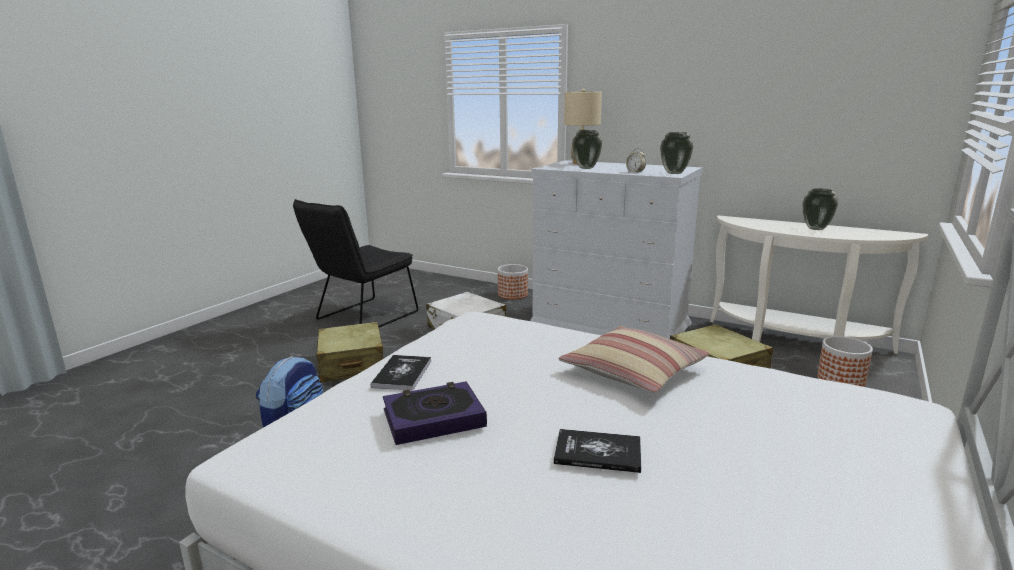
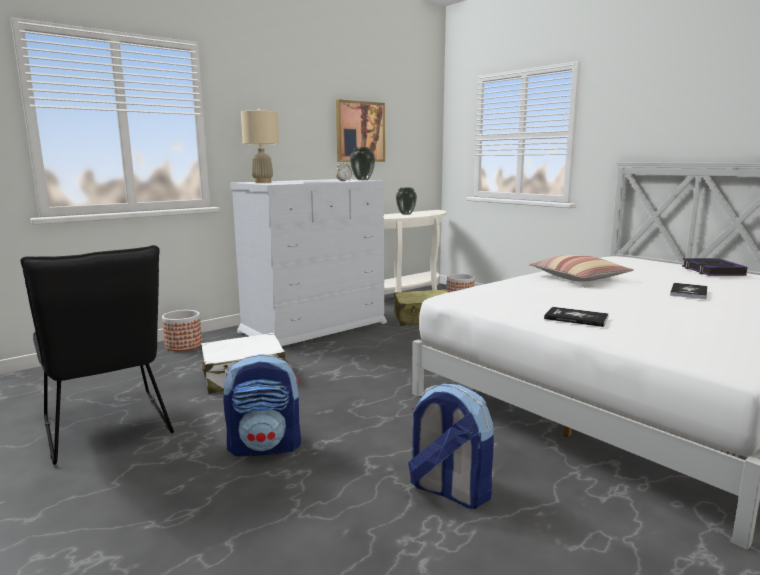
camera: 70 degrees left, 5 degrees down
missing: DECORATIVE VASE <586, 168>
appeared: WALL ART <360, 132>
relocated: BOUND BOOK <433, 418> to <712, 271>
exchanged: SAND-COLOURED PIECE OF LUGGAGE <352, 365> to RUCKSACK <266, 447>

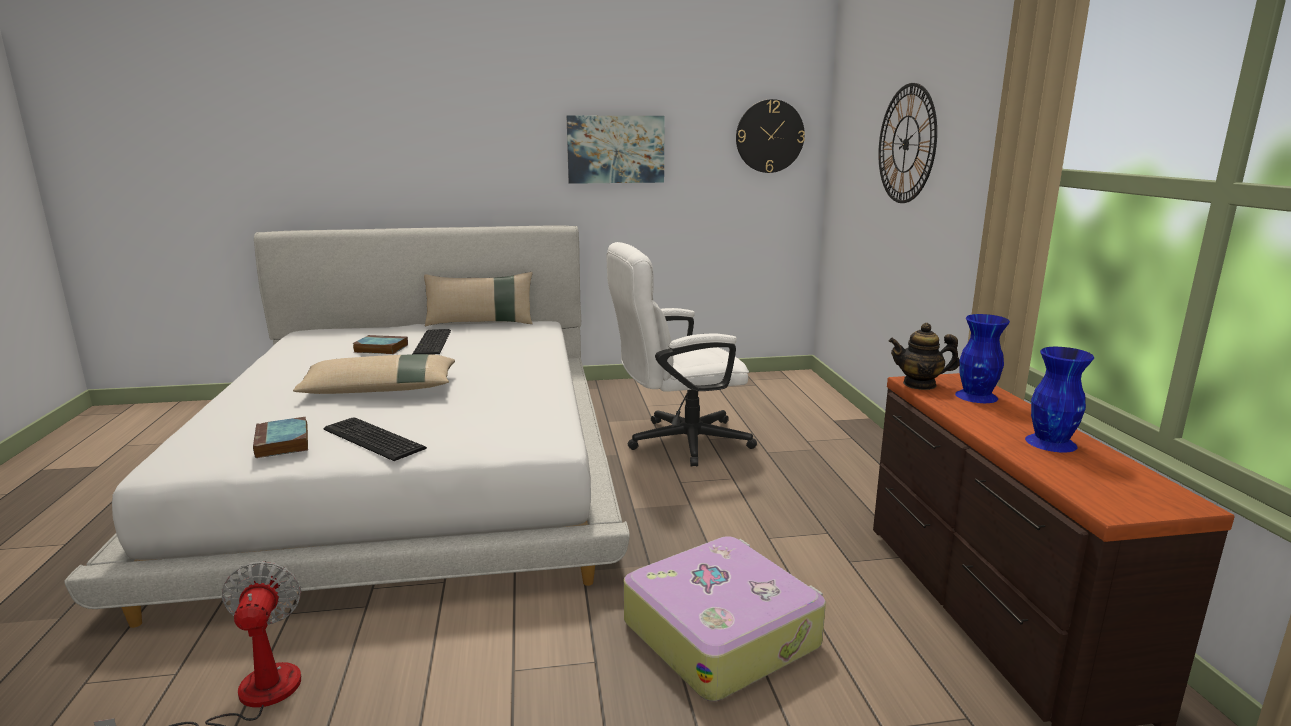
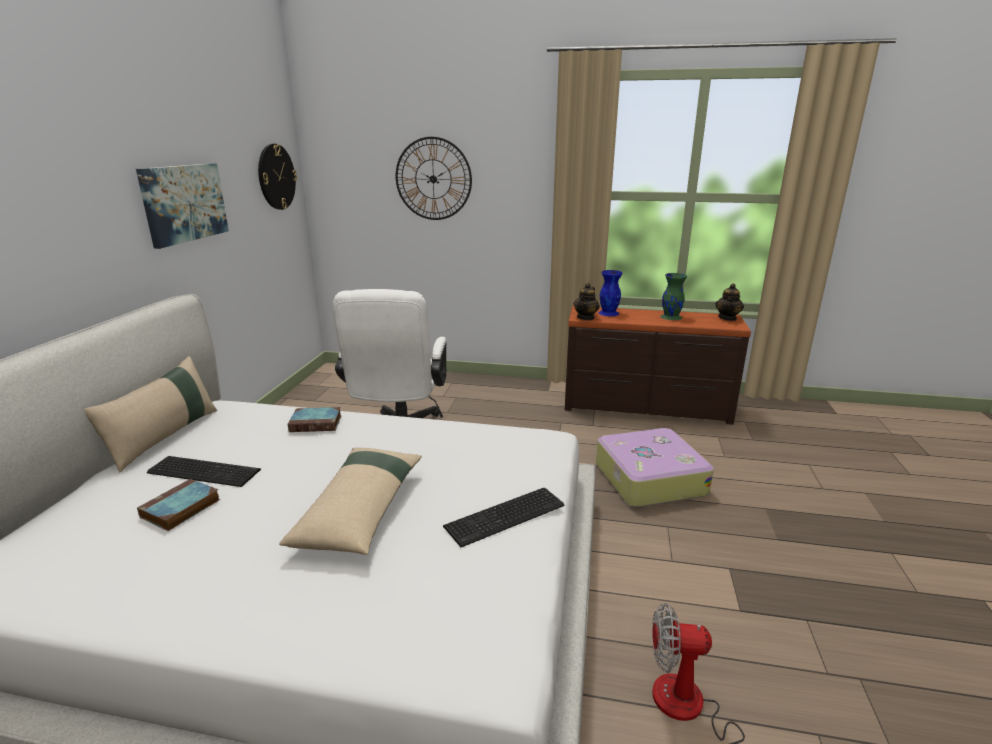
camera: 70 degrees left, 5 degrees up
appeared: TEA POT <727, 318>
relocated: BOUND BOOK <283, 443> to <317, 423>
colour: BLUE-COLOURED DECORATIVE VASE <1052, 443> to GREEN DECORATIVE VASE <671, 317>

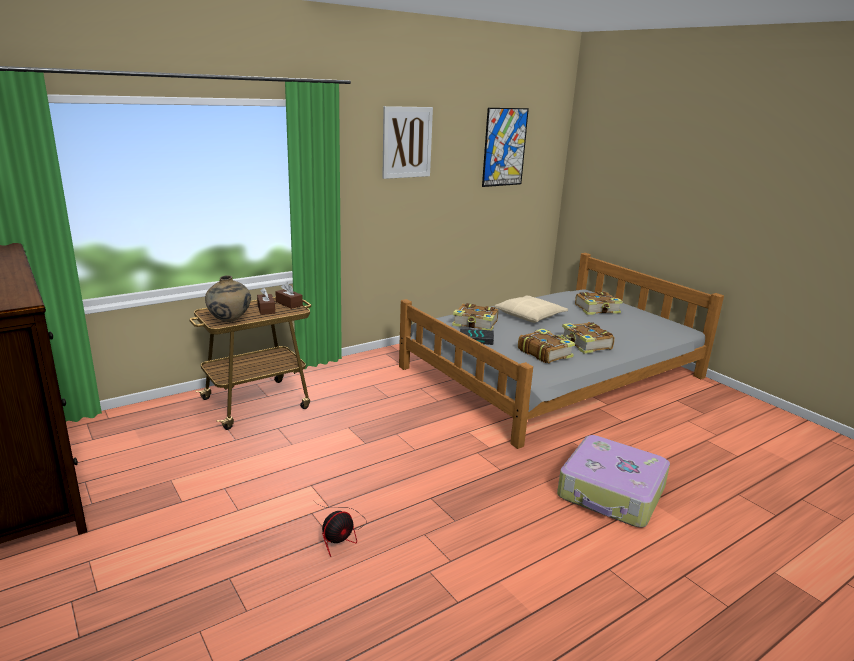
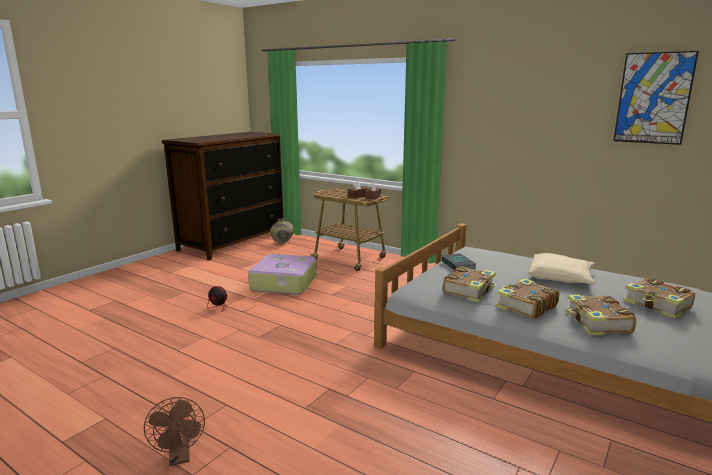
camera: 70 degrees right, 5 degrees down
missing: WALL ART <407, 142>
appeared: BROWNISH COOLING FAN <180, 457>
relocated: PIECE OF LUGGAGE <611, 493> to <283, 283>; SAND-COLOURED DECORATIVE VASE <230, 321> to <282, 243>; BOUND BOOK <476, 324> to <597, 323>

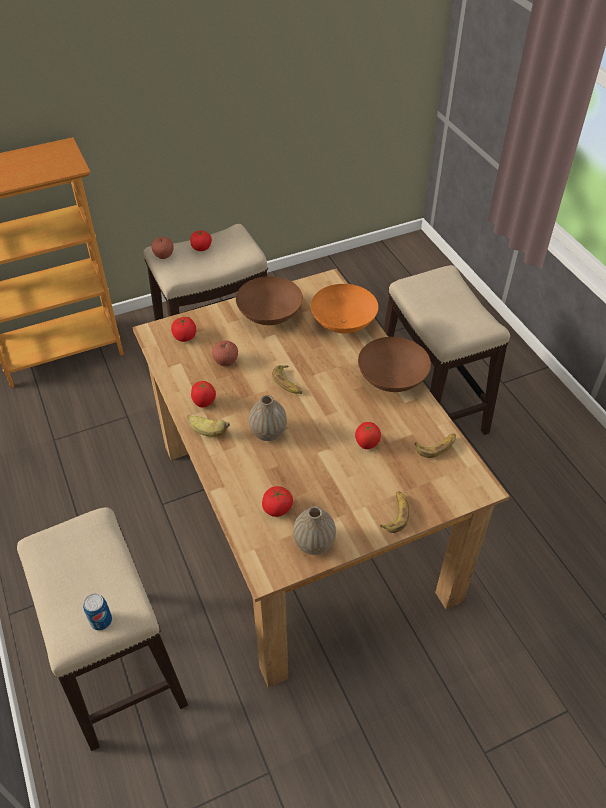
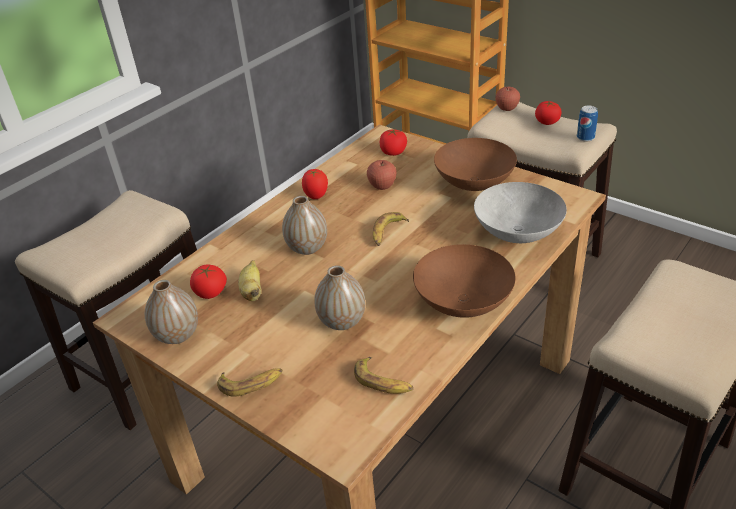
camera: 65 degrees right, 10 degrees down
relocated: BANANA <207, 432> to <252, 291>; METAL CAN <101, 621> to <585, 137>
exchanged: TOMATO <366, 445> to DECORATIVE VASE <342, 321>
colour: ORANGE SERVING BOWL <343, 323> to GREY SERVING BOWL <518, 233>

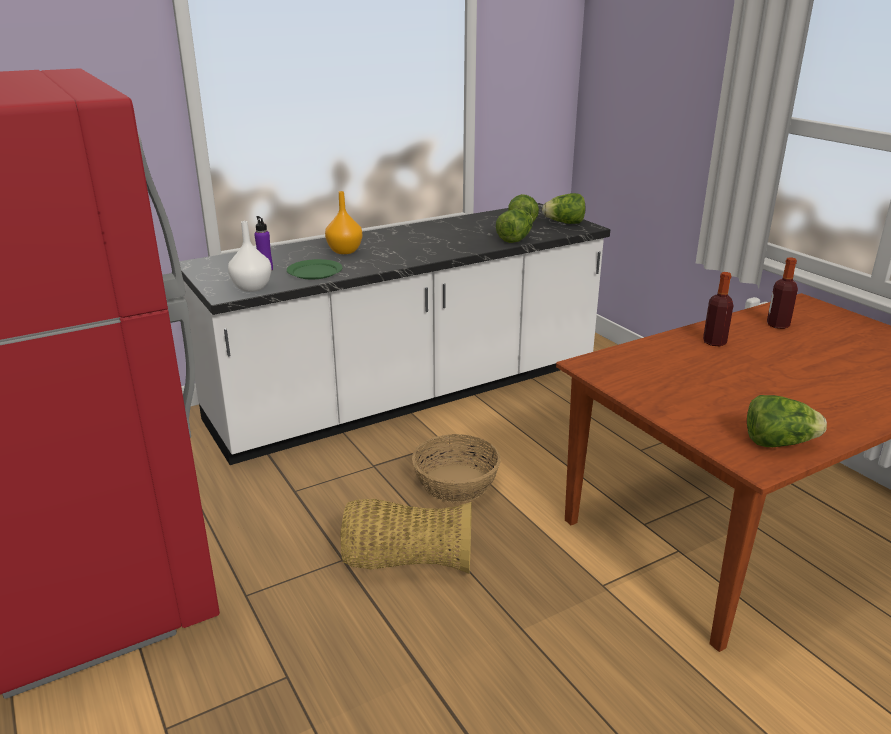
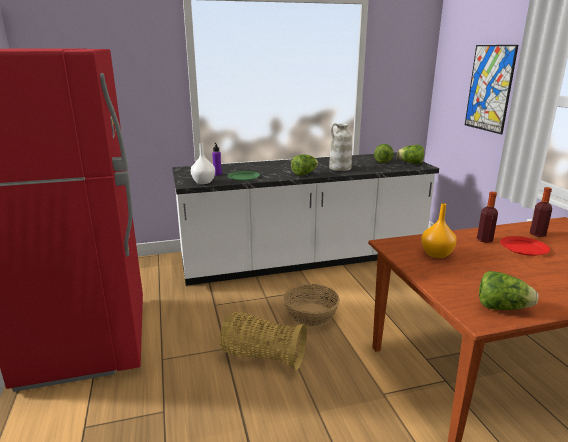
camera: 15 degrees right, 5 degrees down
appeared: WHITE-COLOURED DECORATIVE VASE <340, 168>; WALL ART <489, 88>; RED FLAT DISH <524, 248>
relocated: LETTUCE HEAD <515, 239> to <304, 174>; ORANGE DECORATIVE VASE <345, 251> to <437, 254>

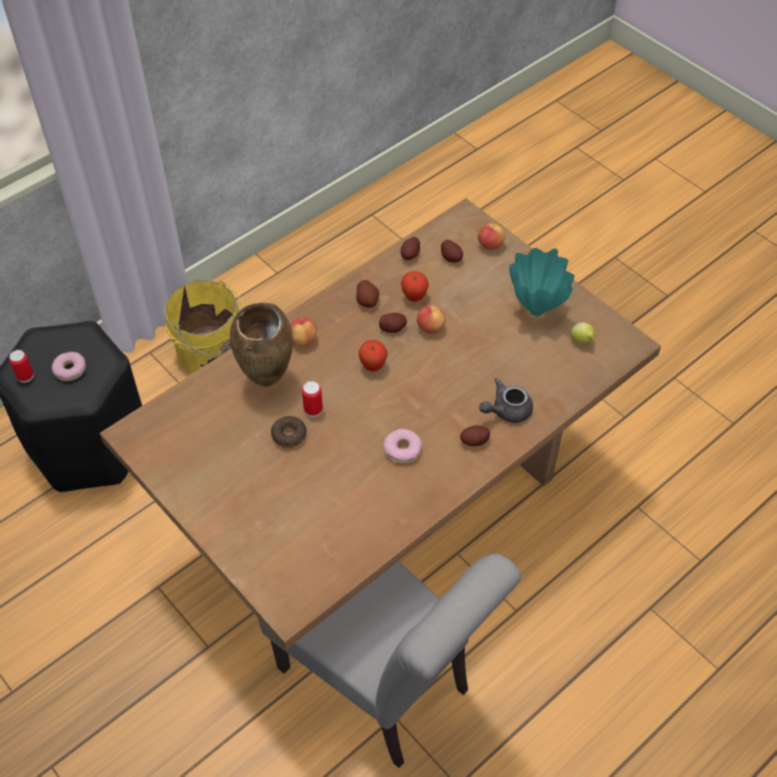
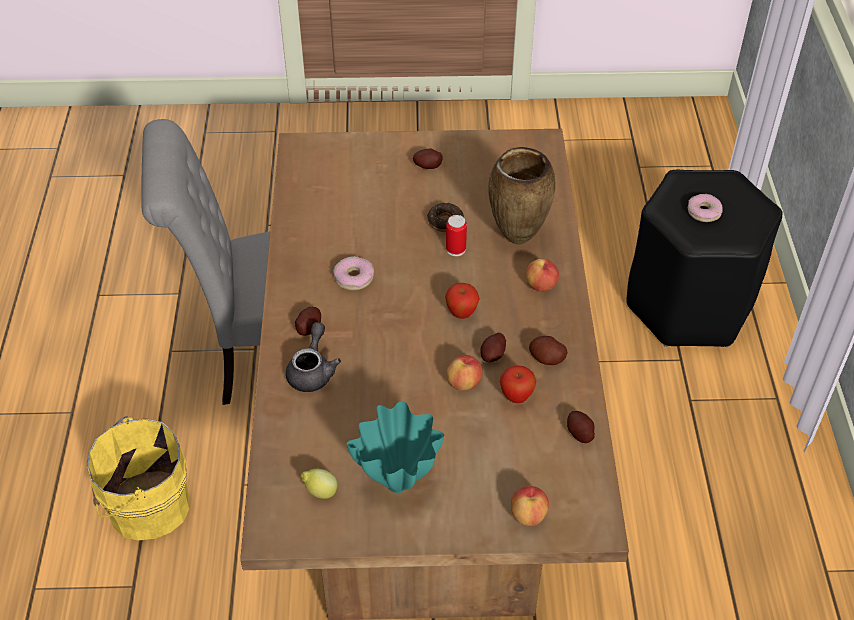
camera: 130 degrees right, 5 degrees down
missing: METAL CAN <25, 376>
relocated: YELLOW-COLOURED WATER BUCKET <211, 352> to <145, 505>; SPUD <451, 257> to <427, 166>

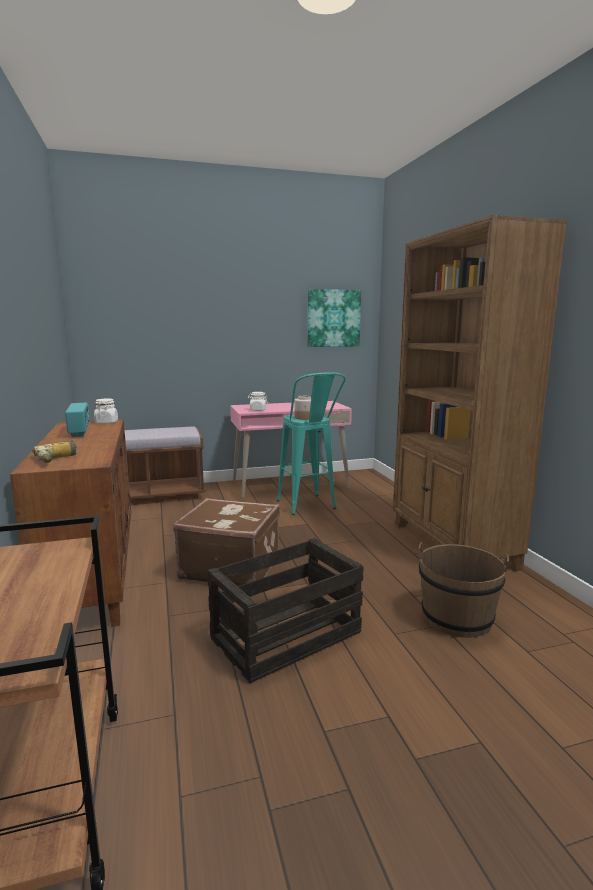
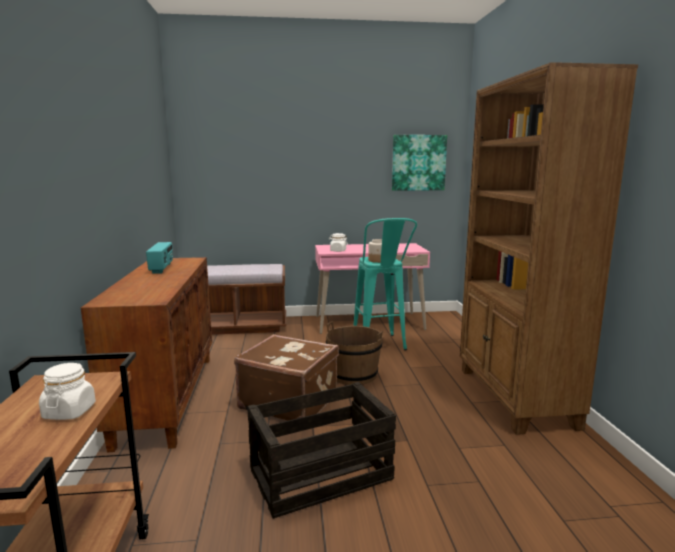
camera: 10 degrees right, 0 degrees up
missing: ELECTRIC DRILL <59, 457>
relocated: WHITE-COLOURED JAR <106, 422> to <69, 411>; BROWNISH WATER BUCKET <457, 617> to <353, 375>

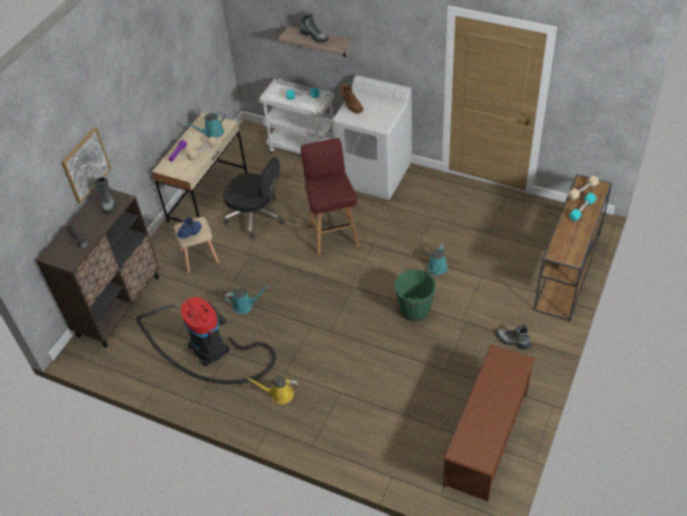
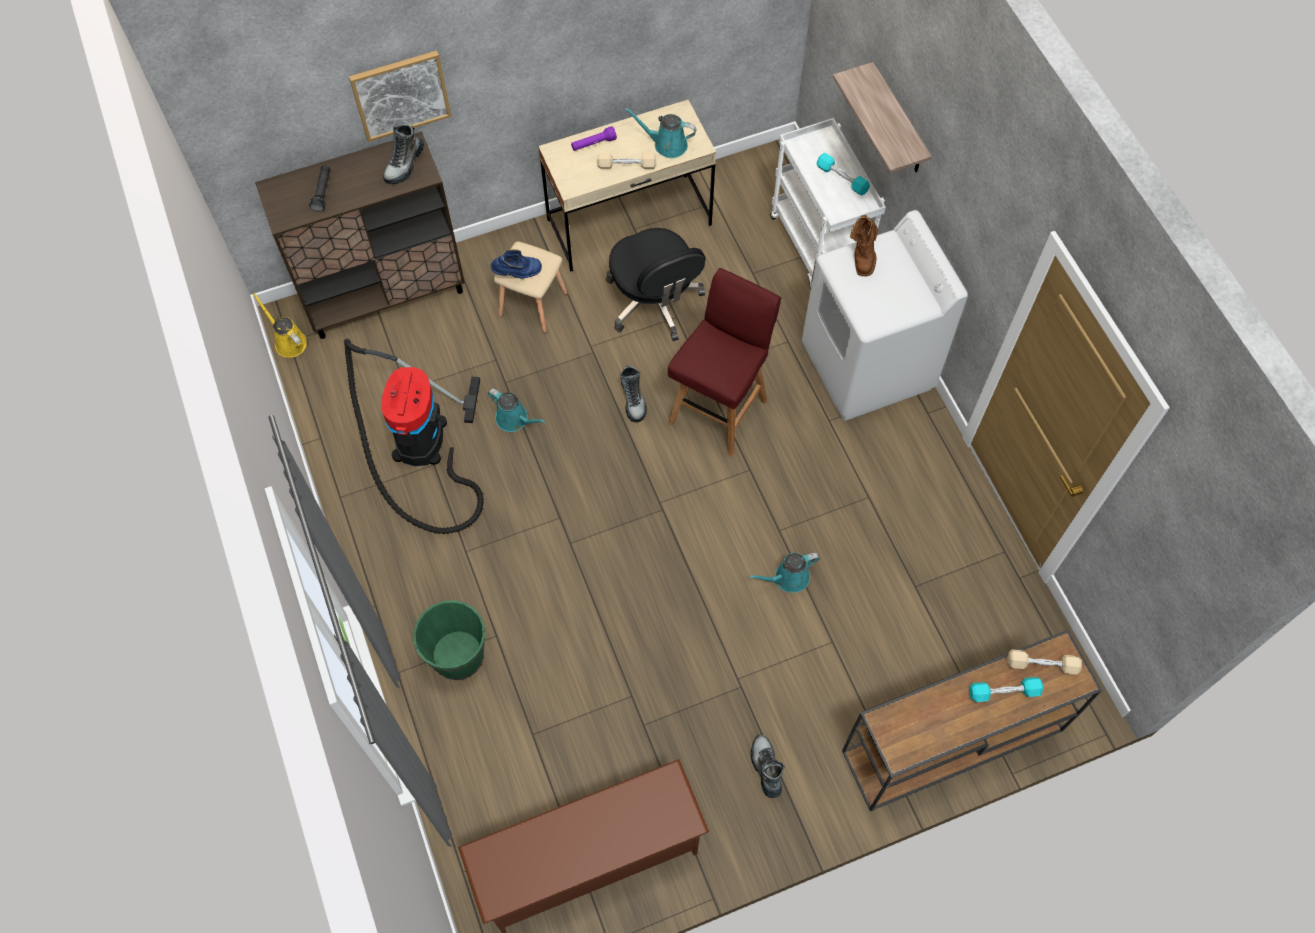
camera: 40 degrees right, 15 degrees up
relocated: YELLOW-COLOURED SPRINKLING CAN <279, 394> to <288, 341>; GREEN WATER BUCKET <414, 309> to <458, 656>; HIGH-TOP BOOT <314, 37> to <633, 400>

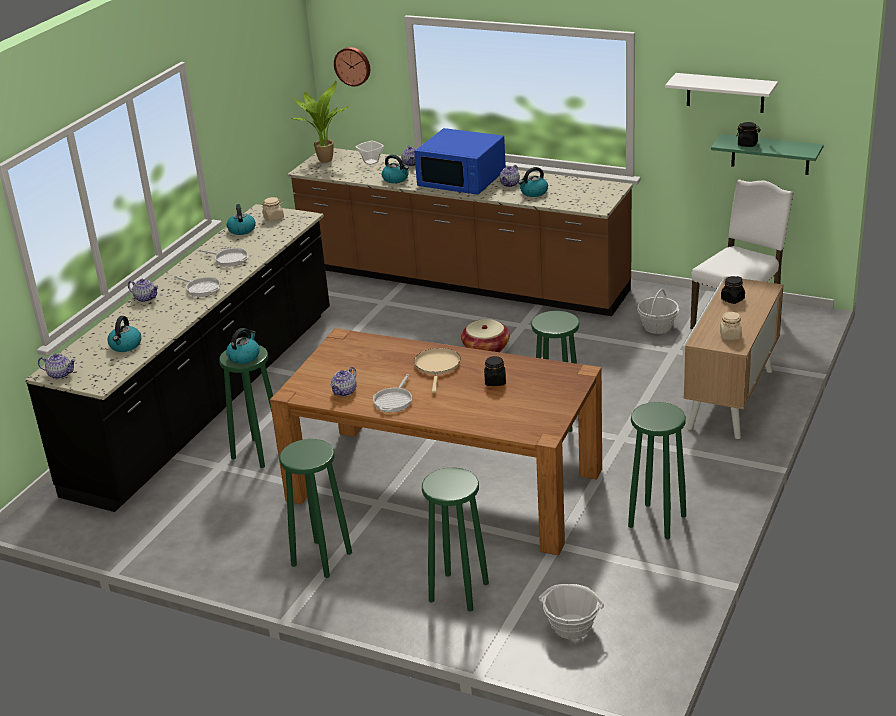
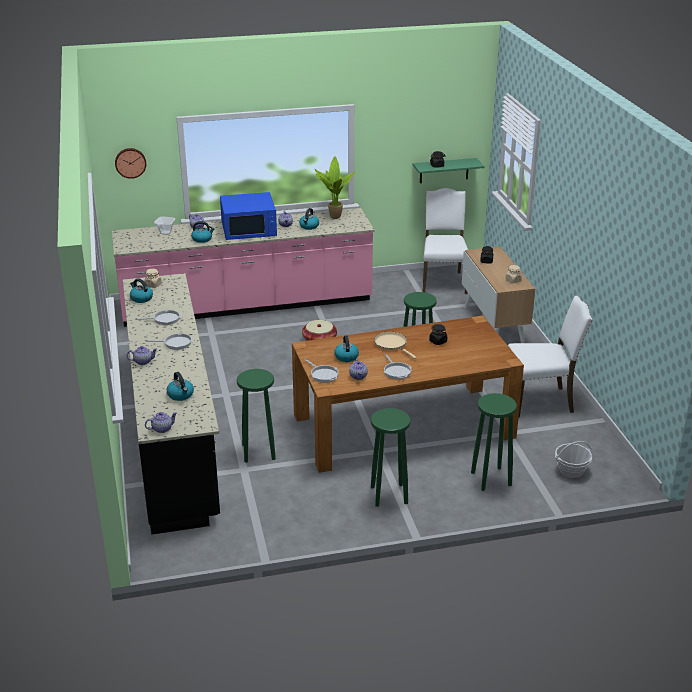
camera: 40 degrees left, 0 degrees up
missing: STORAGE BASKET <657, 327>; WHITE-COLOURED SHELF <725, 93>
appeared: FRYING PAN <323, 374>
relocated: POTTED PLANT <324, 160> to <333, 217>; KETTLE <244, 356> to <346, 356>
exchanged: GREEN STOOL <656, 521> to WHITE-COLOURED UPRIGHT CHAIR <540, 401>
colour: BROWNISH KITCHEN COUNTER <462, 281> to PINK KITCHEN COUNTER <247, 305>

